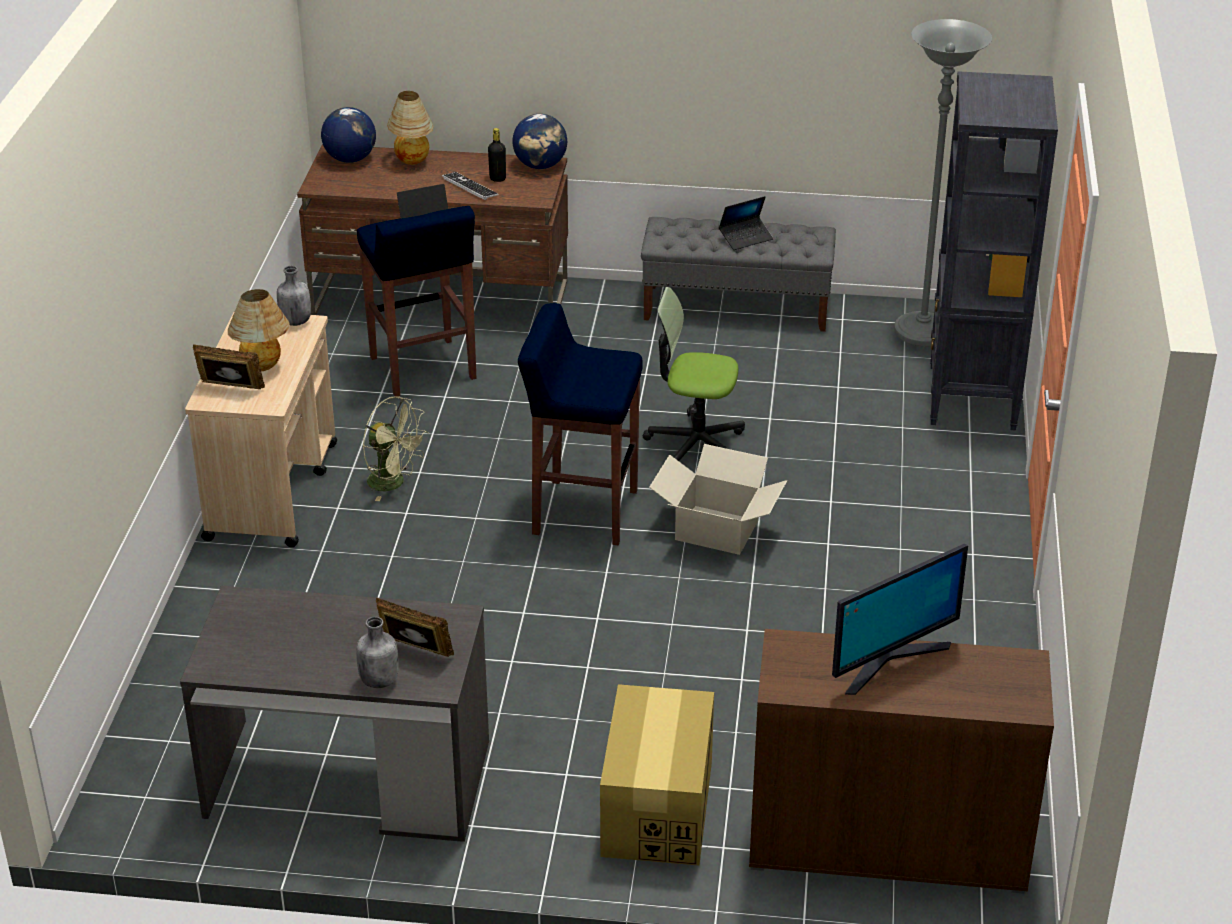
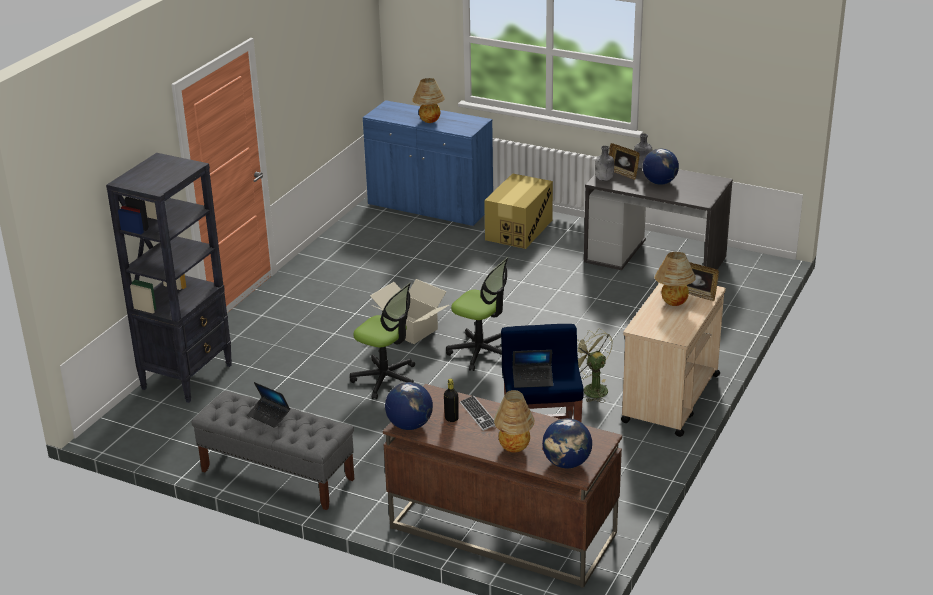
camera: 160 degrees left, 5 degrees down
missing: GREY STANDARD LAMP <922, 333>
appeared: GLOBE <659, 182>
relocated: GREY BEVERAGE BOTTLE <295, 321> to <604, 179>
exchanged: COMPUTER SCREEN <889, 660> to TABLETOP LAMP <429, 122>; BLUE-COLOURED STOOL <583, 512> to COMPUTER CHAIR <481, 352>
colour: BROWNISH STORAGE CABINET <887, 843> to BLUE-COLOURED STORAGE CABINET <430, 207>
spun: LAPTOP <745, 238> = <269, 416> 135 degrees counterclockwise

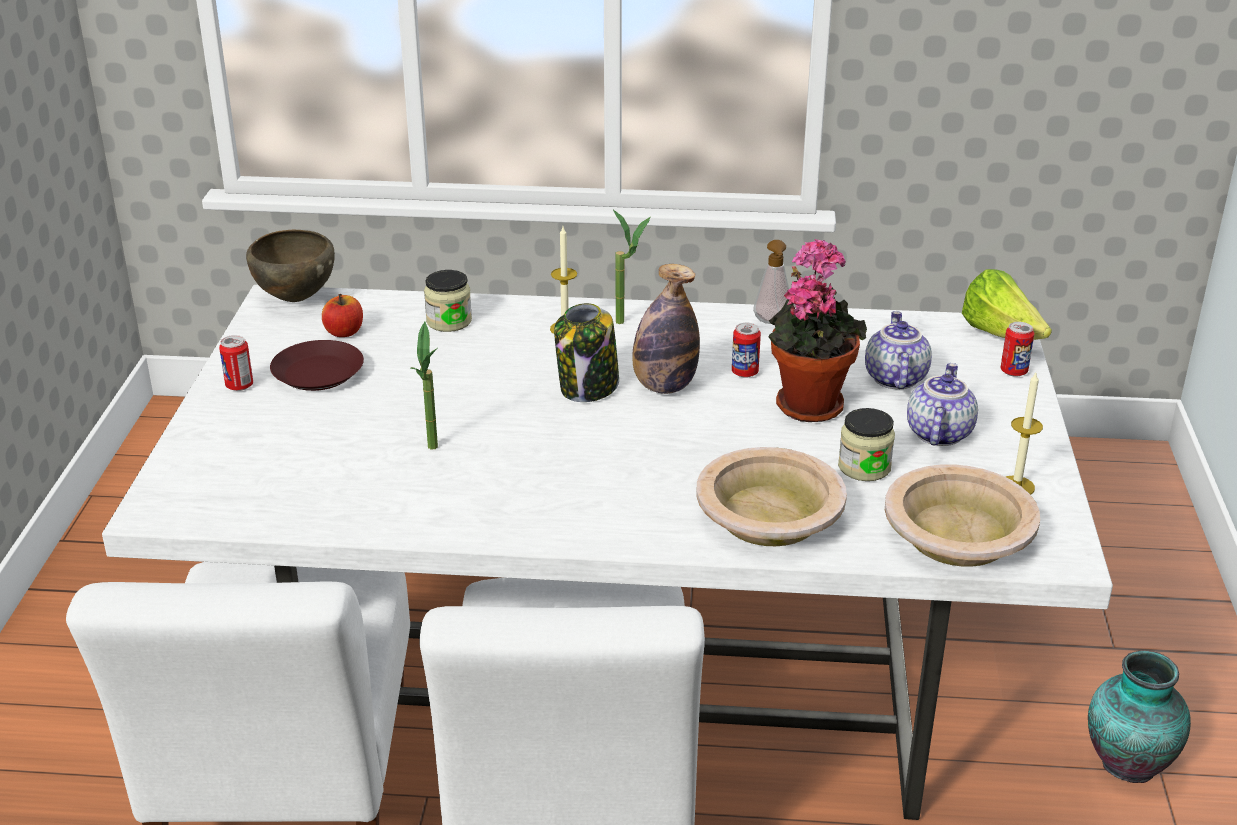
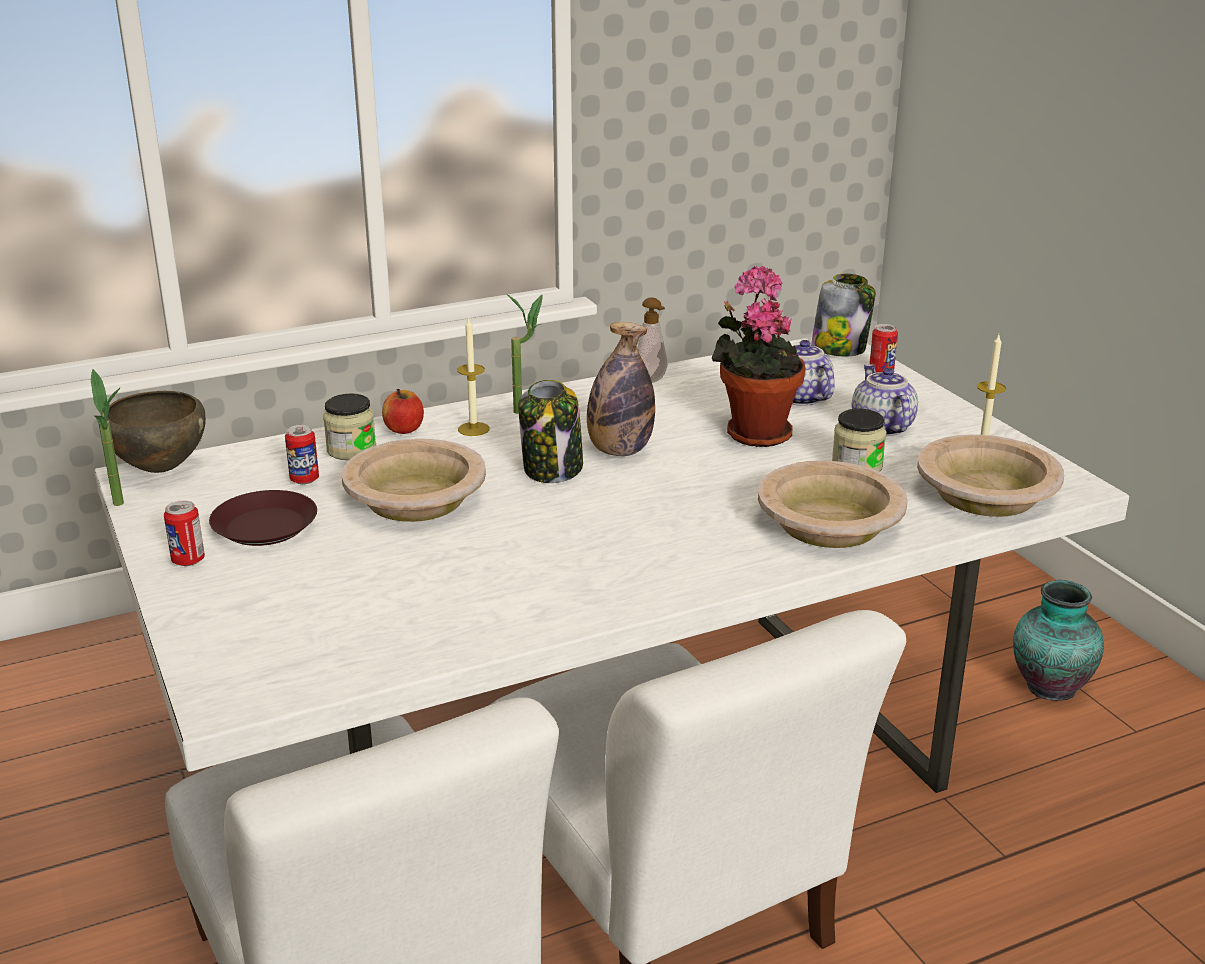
camera: 30 degrees left, 5 degrees down
appeared: SAND-COLOURED SERVING BOWL <416, 499>
relocated: POTTED PLANT <434, 452> to <123, 507>; METAL CAN <744, 372> to <304, 479>; WHOLE APPLE <344, 332> to <404, 429>
exchanged: LETTUCE HEAD <1001, 334> to JAR <840, 348>

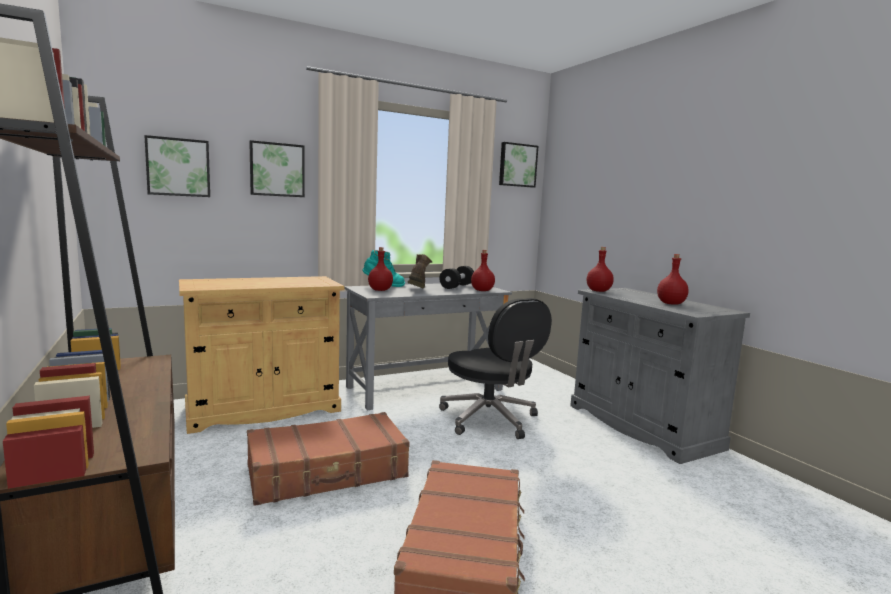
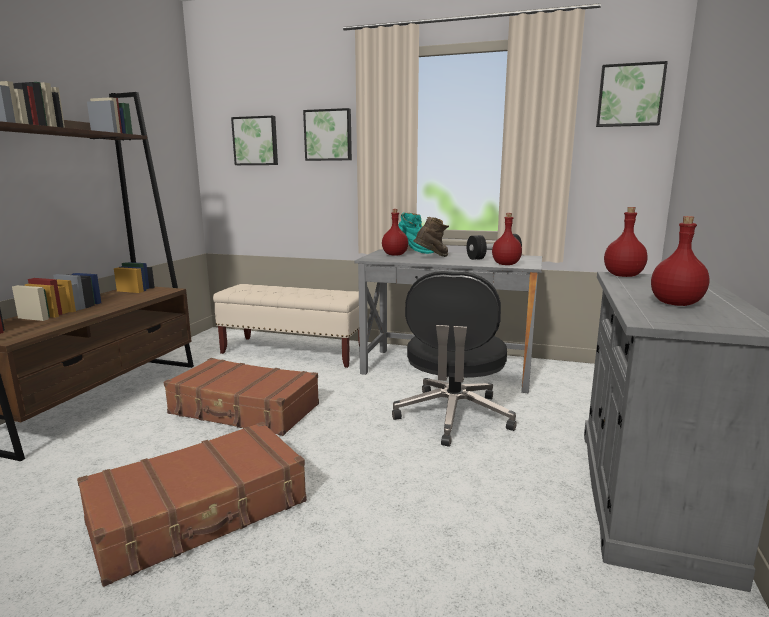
camera: 45 degrees right, 5 degrees up
exchanged: SAND-COLOURED STORAGE CABINET <264, 409> to SAND-COLOURED BENCH <293, 352>

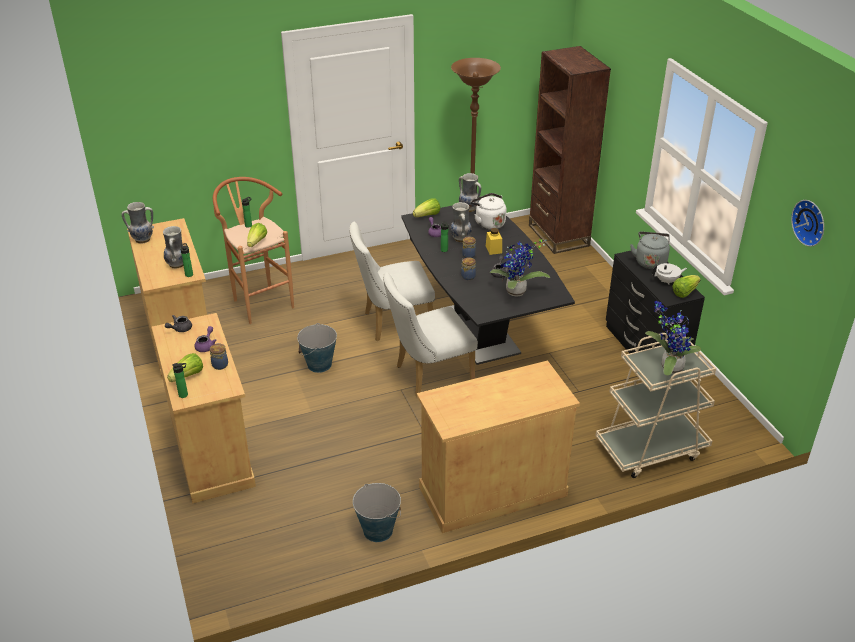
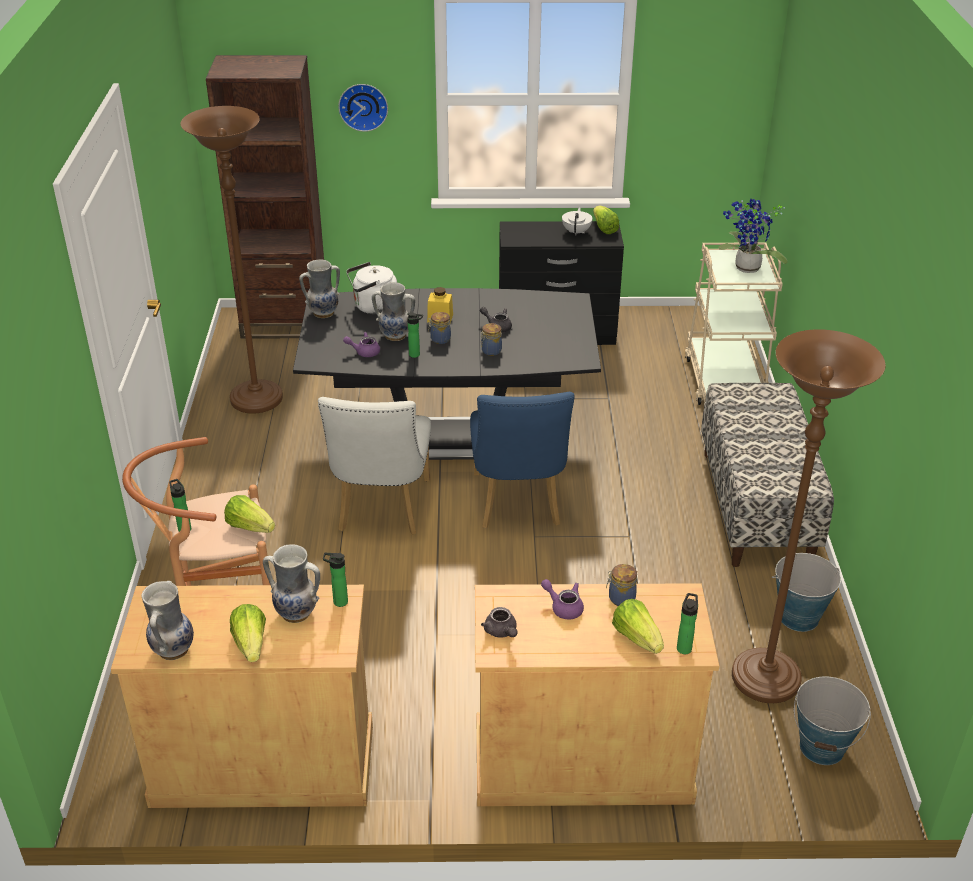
camera: 70 degrees left, 0 degrees up
missing: POTTED PLANT <516, 293>; GREY KETTLE <650, 261>
appeared: BROWNISH STANDARD LAMP <765, 679>
relocated: LETTUCE HEAD <427, 216> to <251, 644>; CLOCK ON THE WALL <810, 222> to <363, 106>; WATER BUCKET <319, 365> to <822, 747>
exchanged: SAND-COLOURED STORAGE CABINET <492, 491> to BENCH <756, 507>
colour: WHITE-COLOURED UPRIGHT CHAIR <428, 375> to BLUE-COLOURED UPRIGHT CHAIR <517, 505>

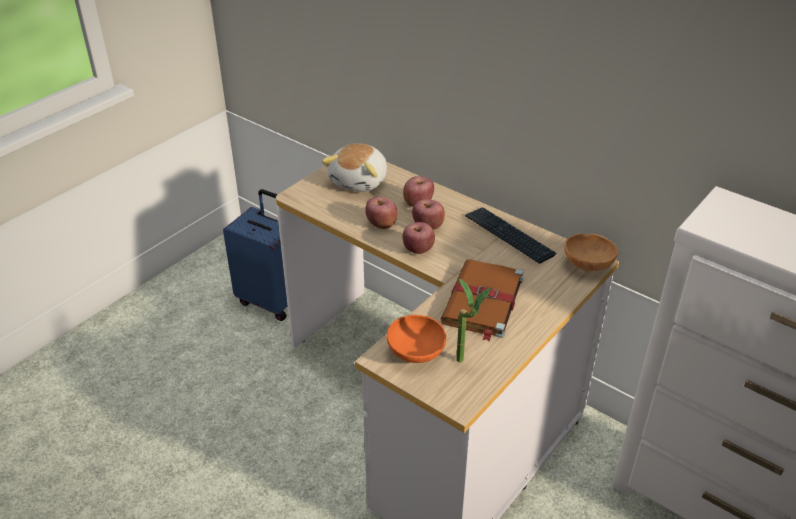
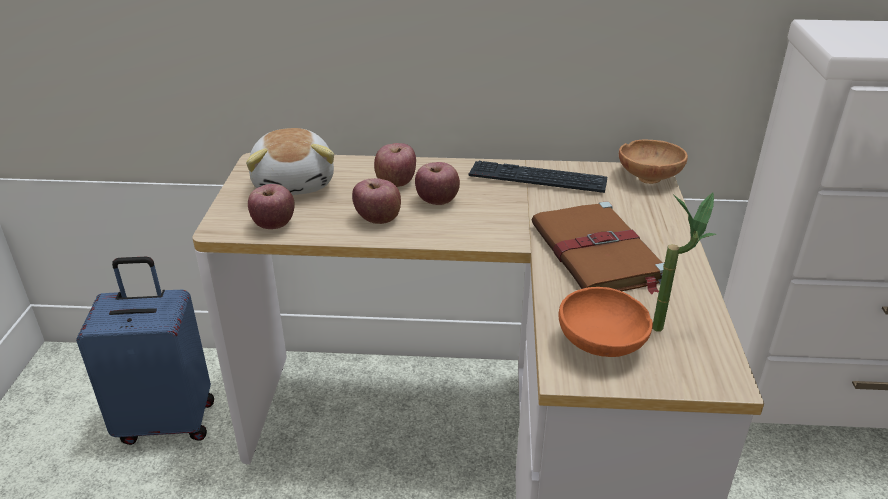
camera: 35 degrees left, 5 degrees down
relocated: WHOLE APPLE <418, 250> to <274, 225>

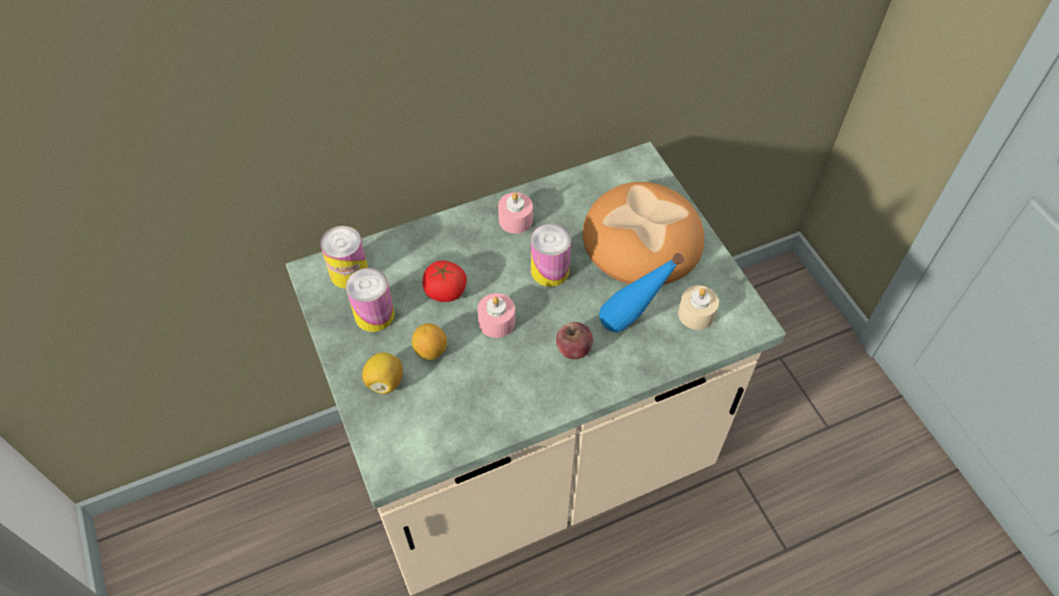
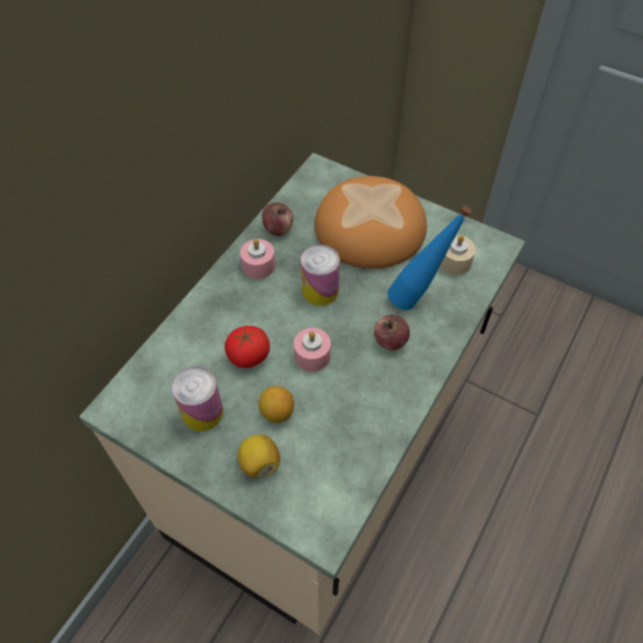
camera: 35 degrees left, 0 degrees up
missing: METAL CAN <349, 273>
appeared: WHOLE APPLE <278, 228>

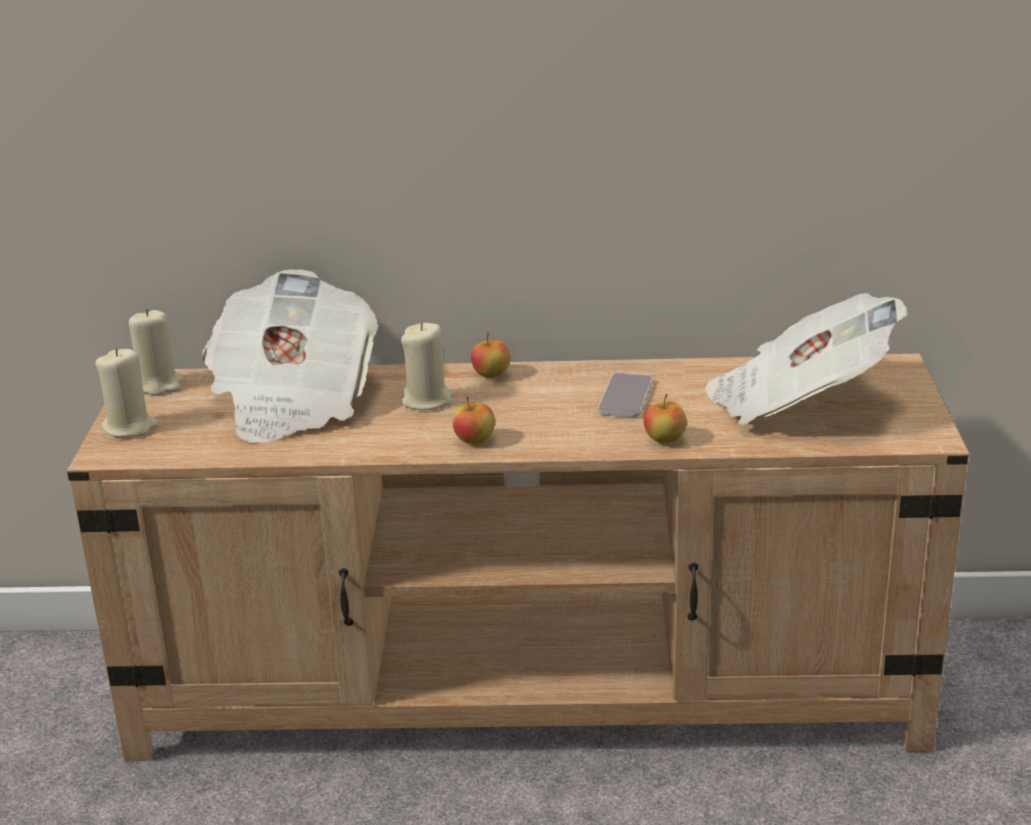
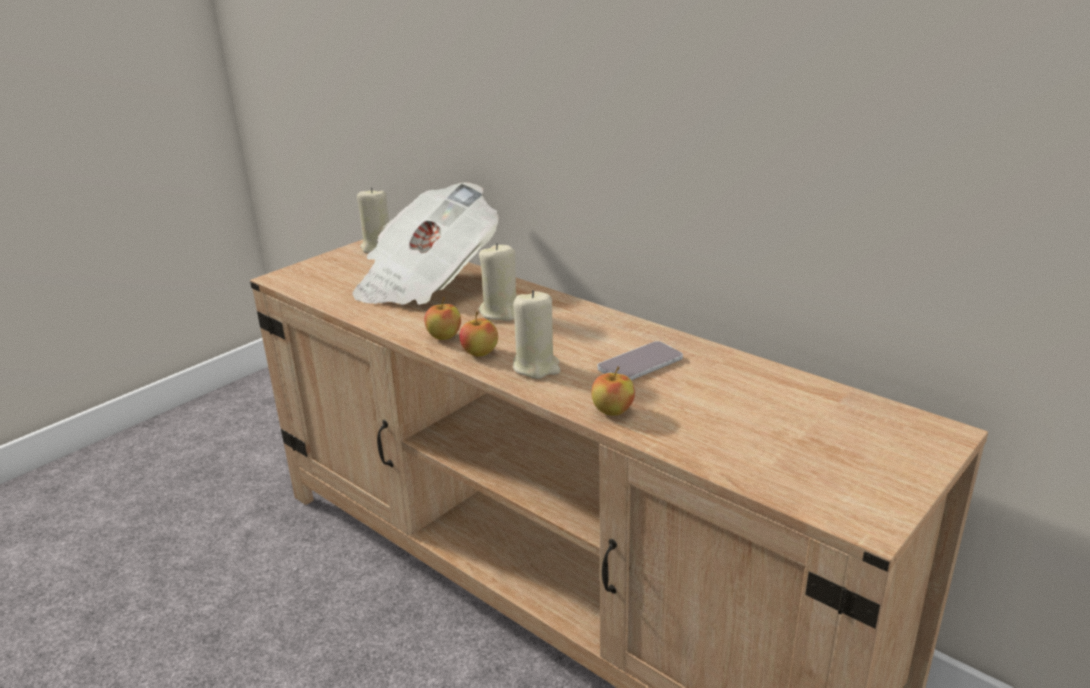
camera: 40 degrees right, 0 degrees up
missing: PRINTED PAPER <798, 403>
relocated: WHOLE APPLE <491, 375> to <444, 336>; SAND-COLOURED CANDLE <130, 427> to <536, 367>

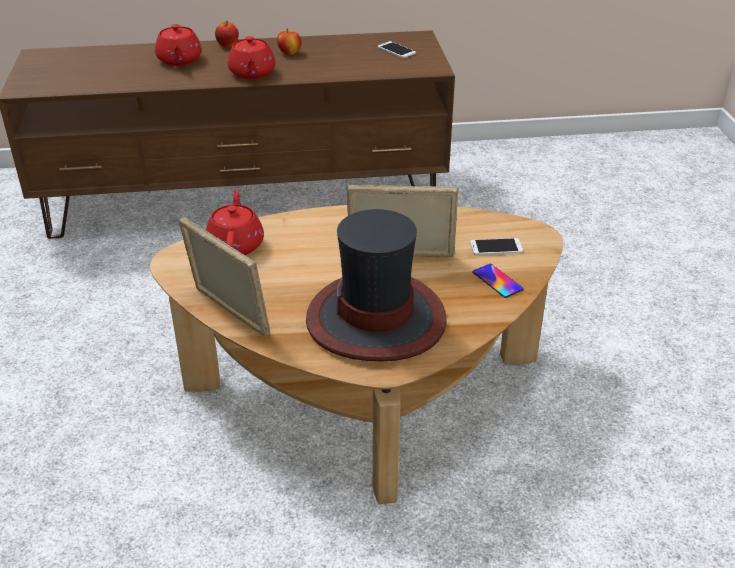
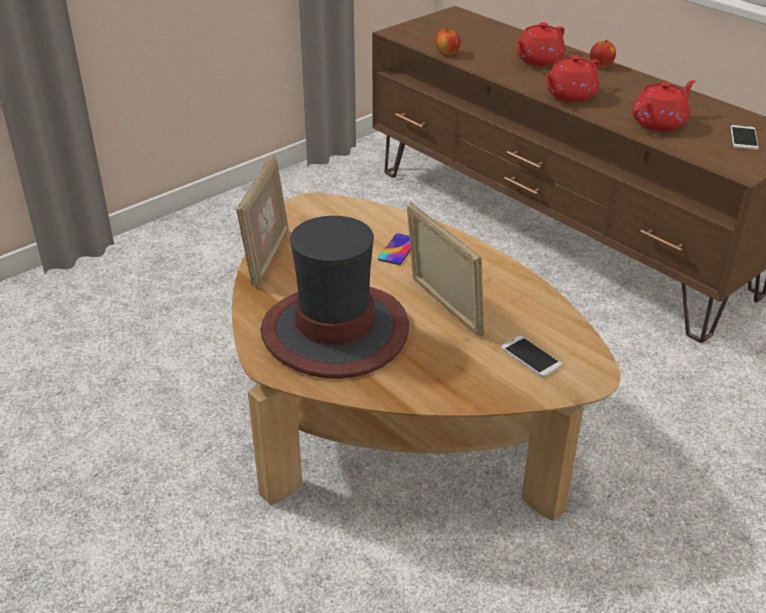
camera: 55 degrees right, 0 degrees up
relocated: PHONE <497, 281> to <398, 249>; WHOLE APPLE <289, 53> to <447, 53>; RED TEA POT <236, 244> to <659, 123>

